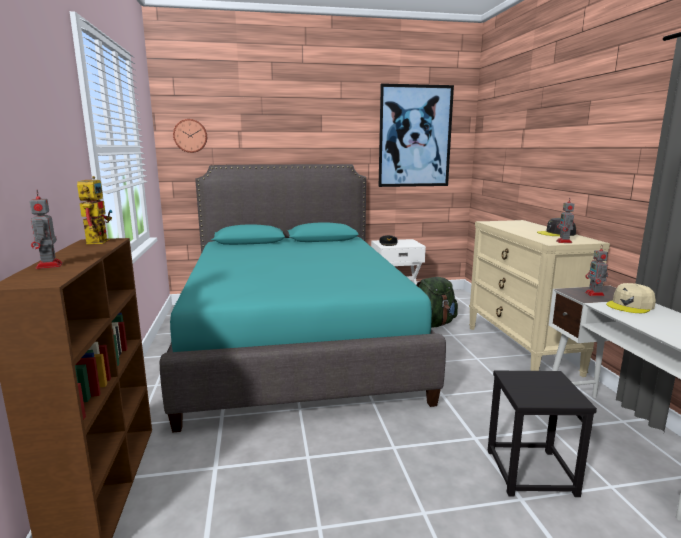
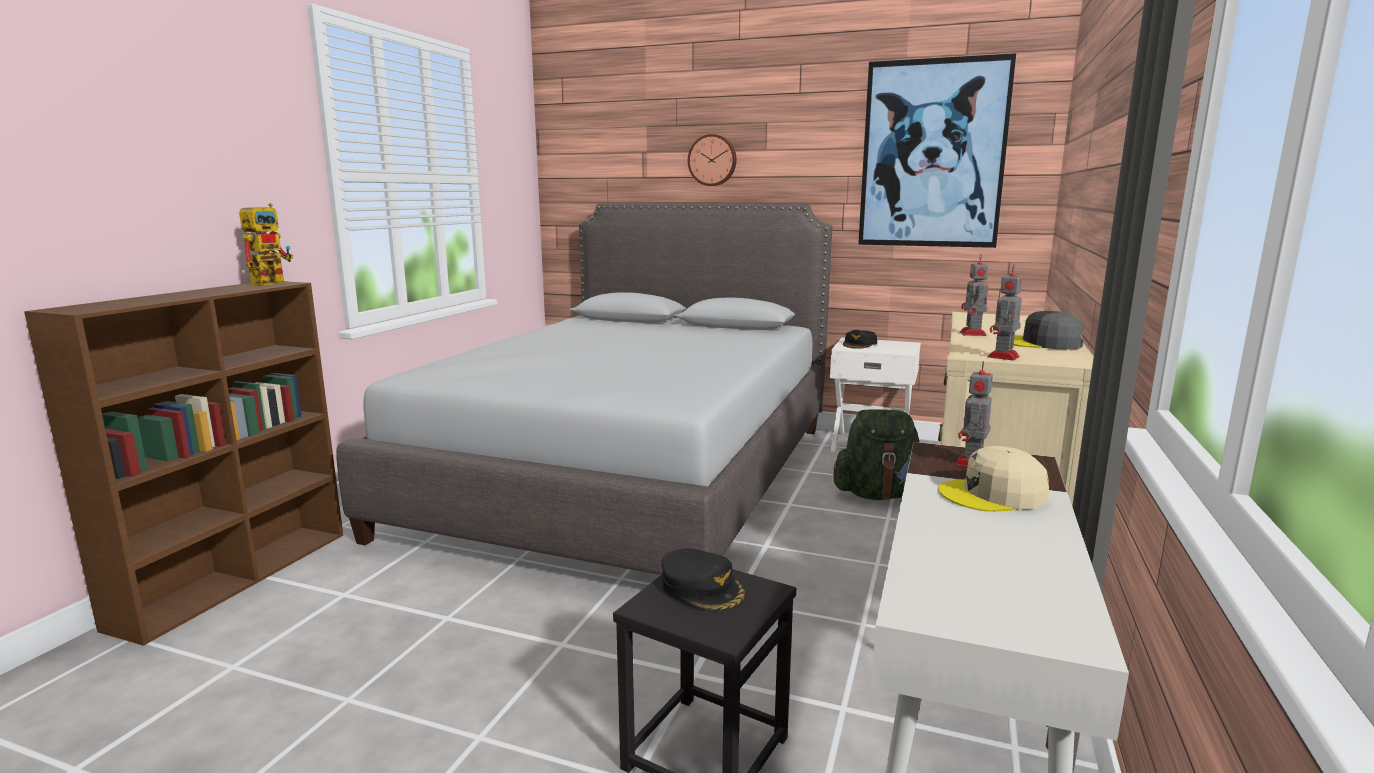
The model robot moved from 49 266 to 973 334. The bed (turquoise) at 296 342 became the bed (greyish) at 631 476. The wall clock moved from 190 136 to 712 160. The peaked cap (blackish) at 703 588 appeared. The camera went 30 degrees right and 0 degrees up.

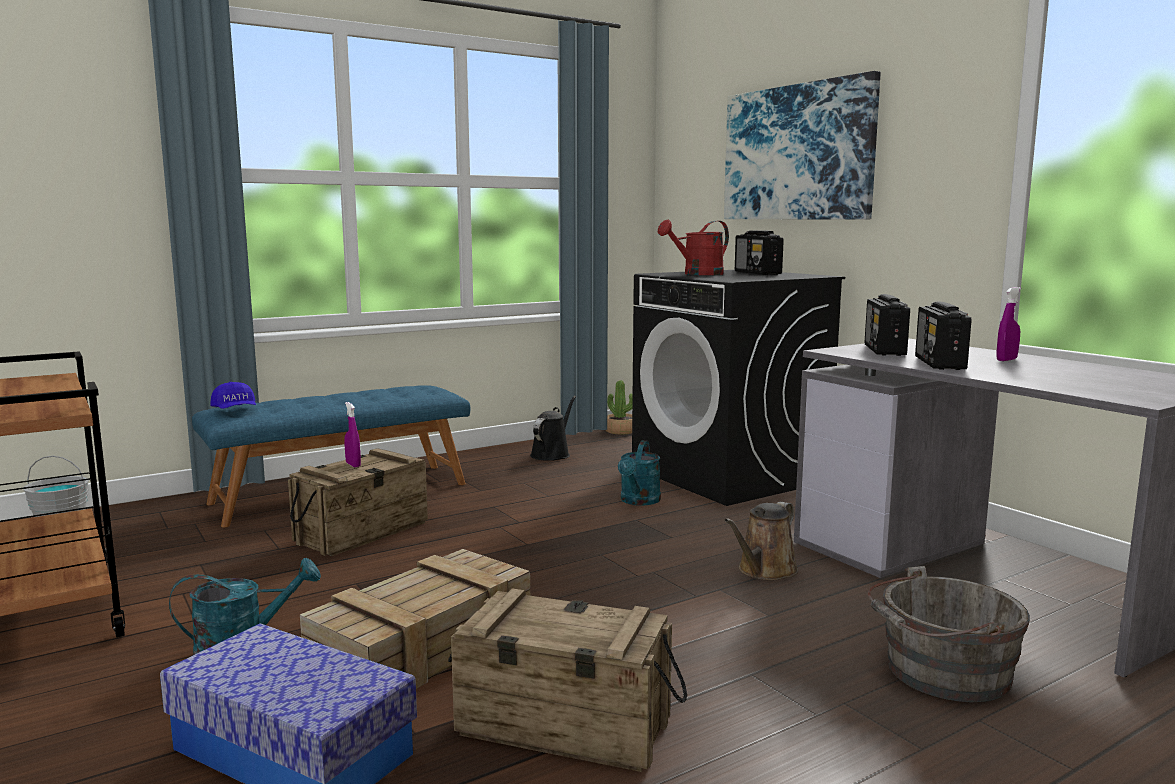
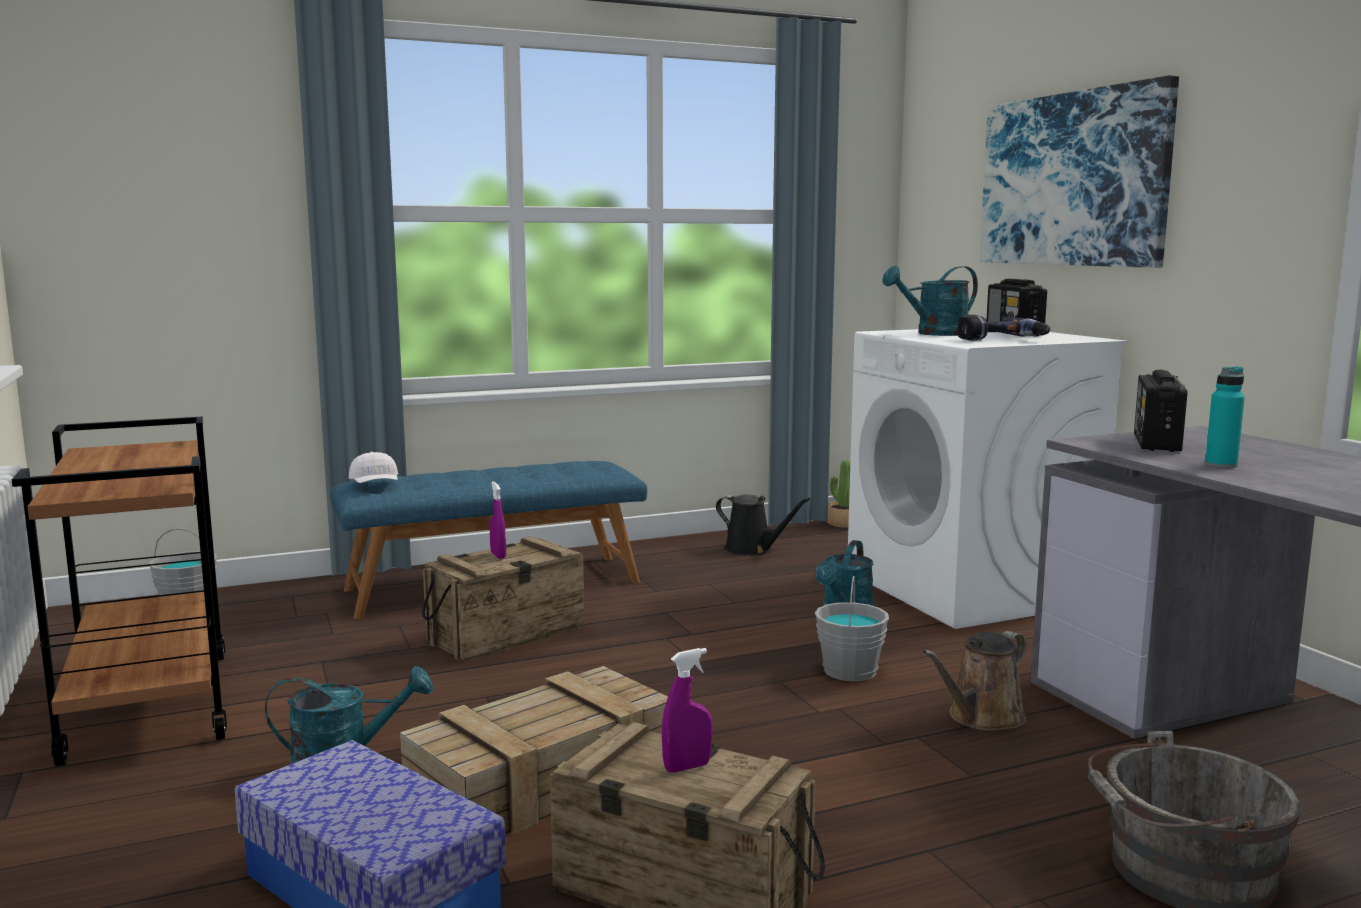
The peaked cap (blue-coloured) at 235 410 became the peaked cap (white) at 375 485. The sprinkling can (blackish) at 552 454 turned 90 degrees clockwise. The laundry appliance (blackish) at 730 475 became the laundry appliance (white) at 970 588. The sprinkling can (red-coloured) at 697 274 became the sprinkling can (turquoise) at 934 334. The radio receiver at 939 363 was replaced by the drink bottle (turquoise) at 1221 465. The sprayer (purplish) moved from 1006 360 to 687 767. The bucket (greyish) at 849 670 appeared. The electric drill at 1001 340 appeared. The camera went 10 degrees right and 0 degrees up.

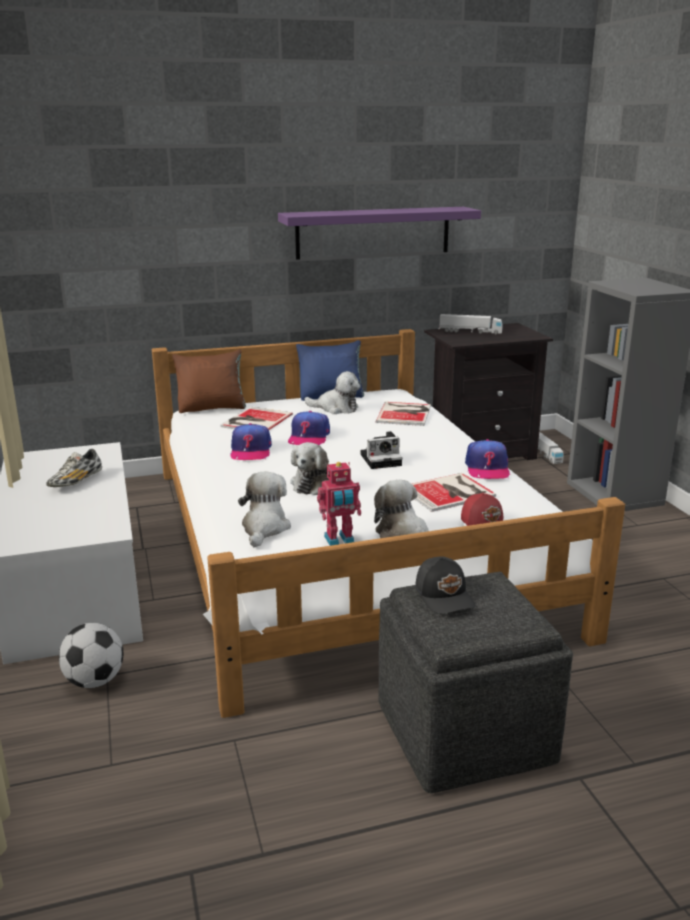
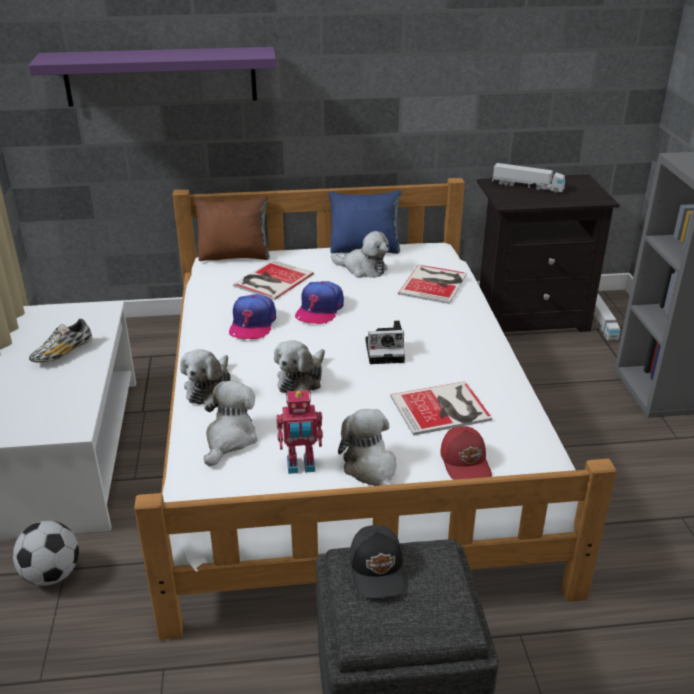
The shelf (purplish) moved from 373 232 to 160 76. The peaked cap at 487 468 disappeared. The soft toy at 209 388 appeared. The camera went 10 degrees right and 10 degrees up.

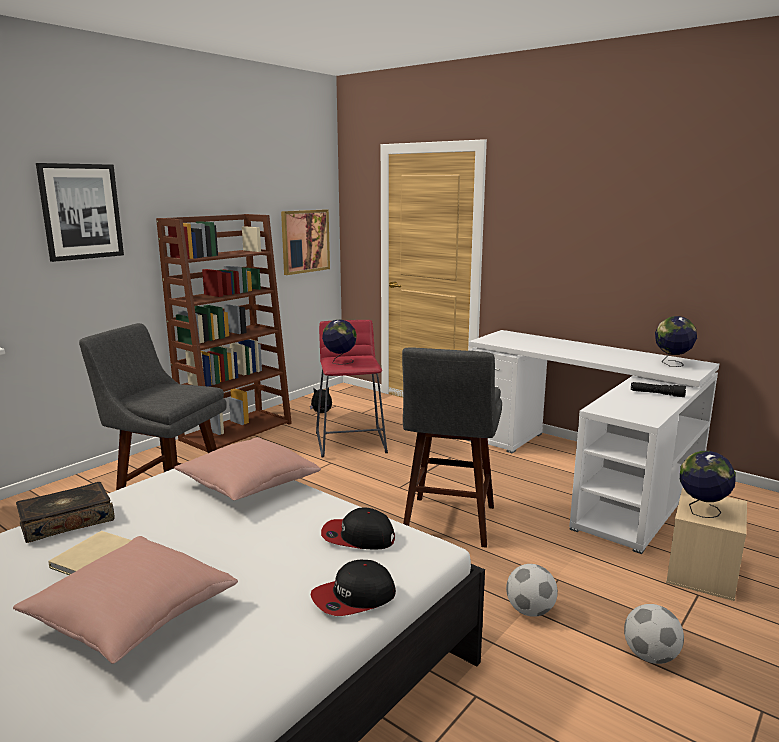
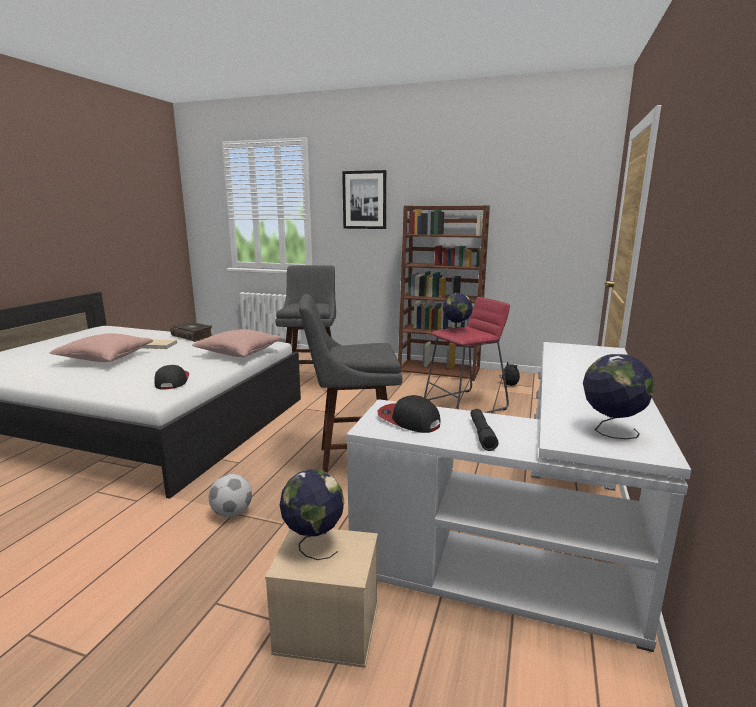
The wall art at 305 241 disappeared. The peaked cap moved from 354 598 to 408 420. The ball for football at 650 656 disappeared. The camera went 70 degrees right and 0 degrees up.

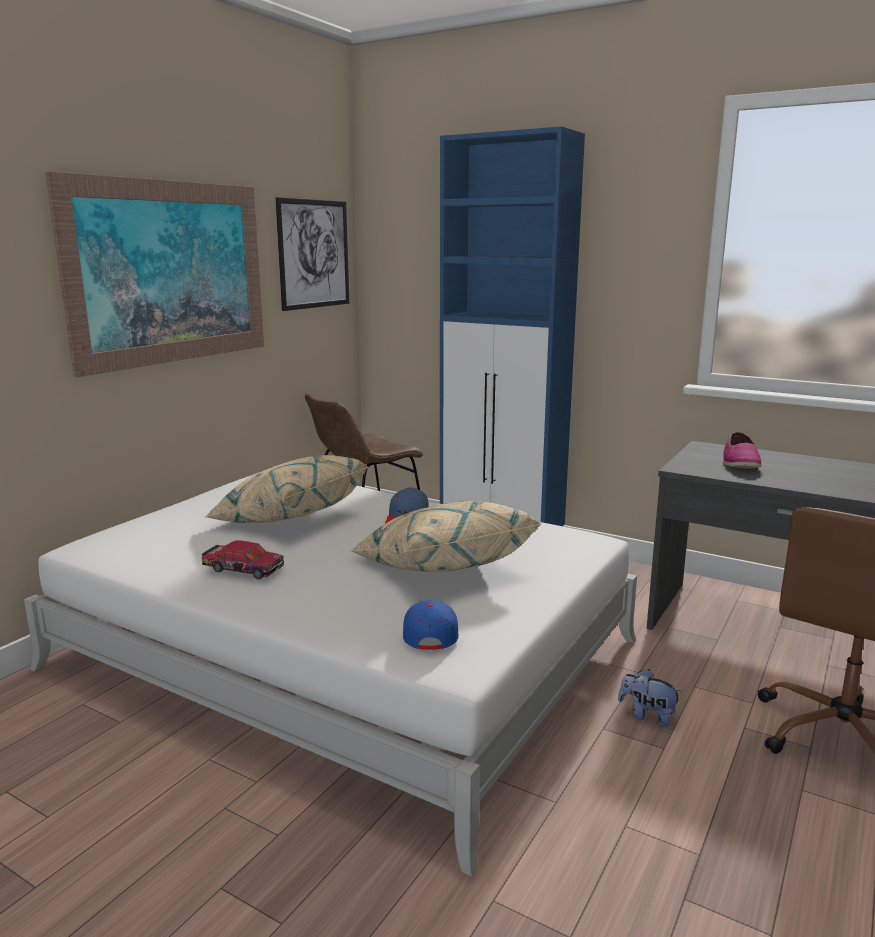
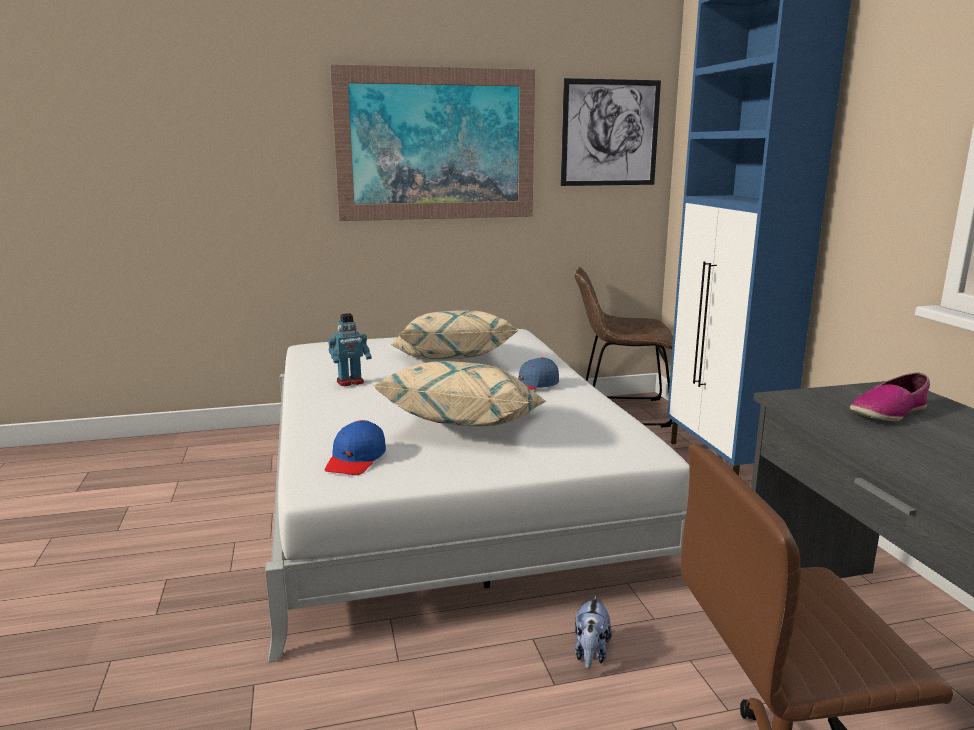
The toy car at 243 568 was replaced by the model robot at 350 382. The peaked cap (blue-coloured) at 430 633 turned 150 degrees clockwise. The soft toy at 647 716 turned 150 degrees counterclockwise. The camera went 45 degrees right and 0 degrees up.

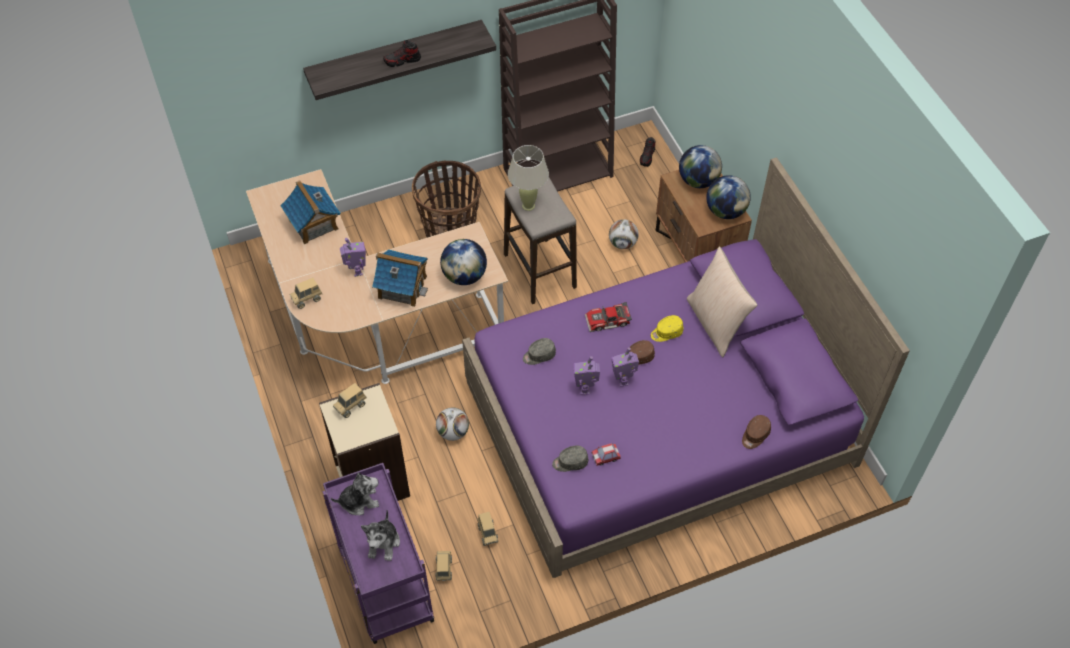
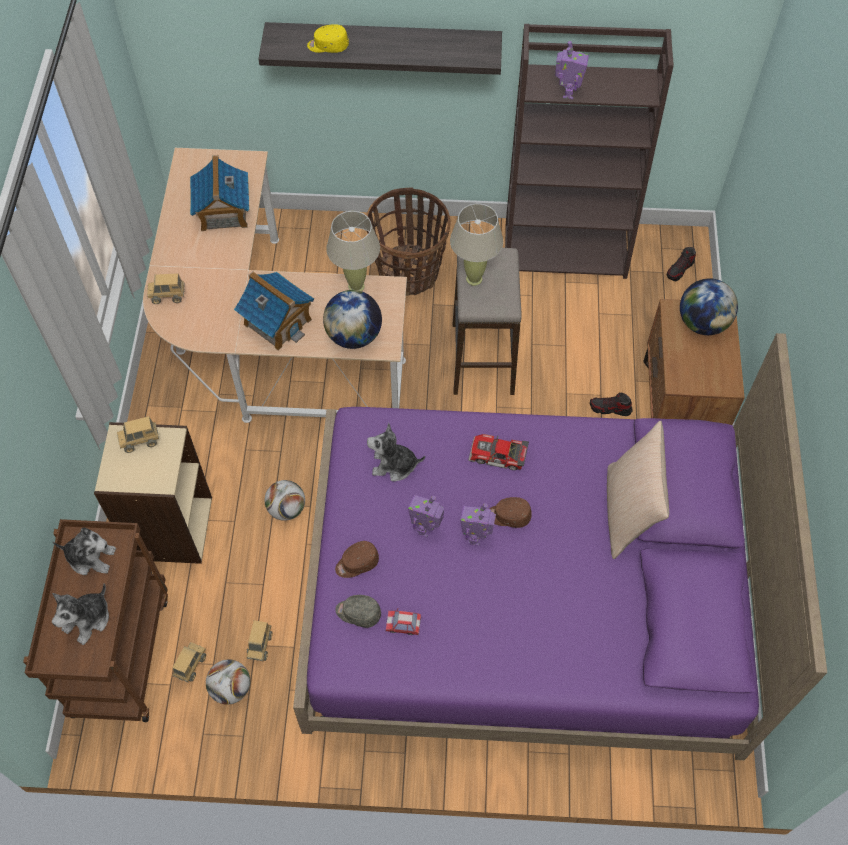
The trolley (purplish) at 384 583 became the trolley (brownish) at 120 652. The model robot moved from 356 271 to 567 92. The shoe moved from 402 60 to 610 408. The peaked cap (greyish) at 539 355 was replaced by the soft toy at 394 465. The ball for football moved from 622 243 to 231 688. The peaked cap (yellow-coloured) moved from 666 332 to 328 46. The world globe at 725 211 disappeared. The peaked cap (brownish) moved from 755 435 to 356 563. The lamp for a table (beige) at 356 286 appeared. The camera went 25 degrees right and 5 degrees up.

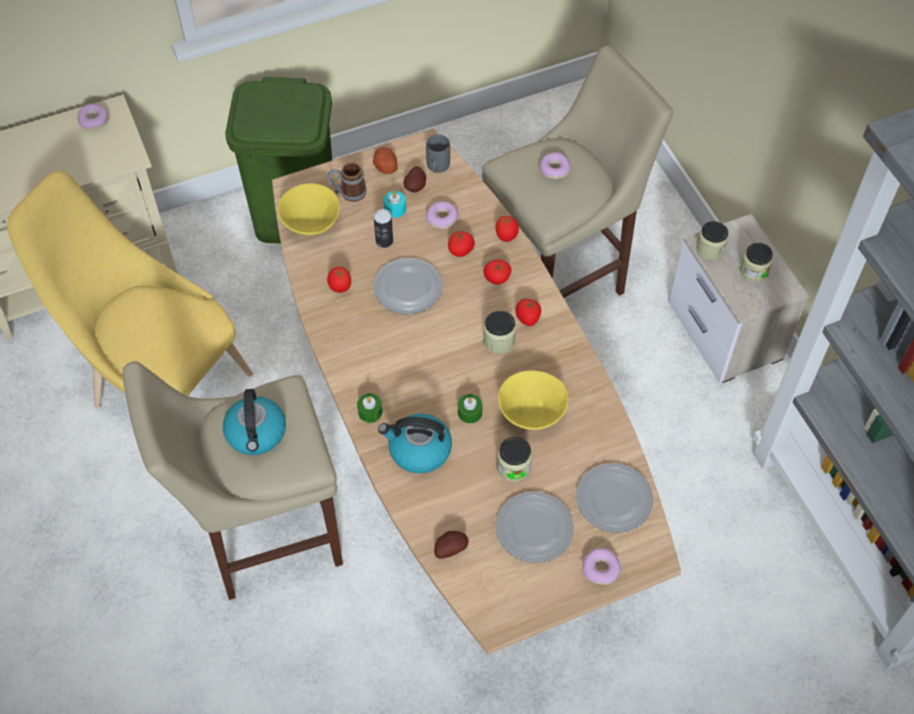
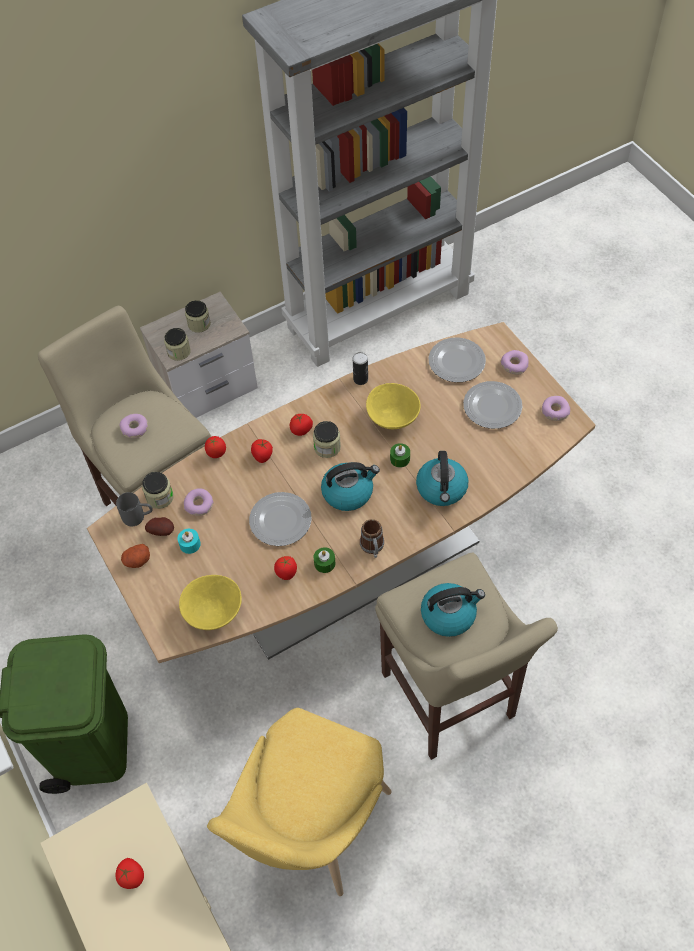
The donut moved from 94 120 to 554 411. The mug moved from 348 192 to 373 548. The wax candle (green) moved from 370 412 to 324 563. The sealed can moved from 384 241 to 360 379. The potato at 450 548 disappeared. The tomato moved from 461 250 to 131 876. The storage jar moved from 513 467 to 160 497. The water kettle at 348 492 appeared. The camera went 95 degrees left and 0 degrees up.

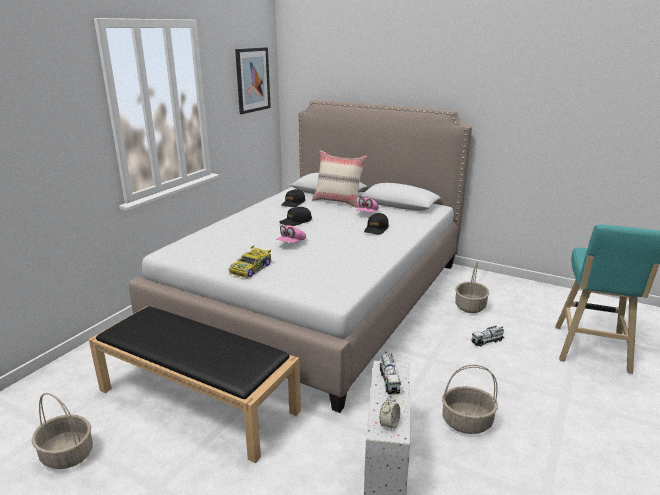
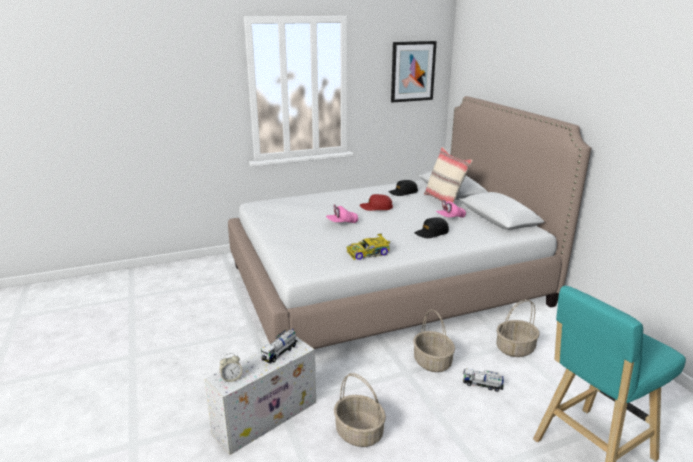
The storage basket moved from 66 454 to 432 362. The bench (blackish) at 199 400 disappeared. The toy car moved from 251 268 to 368 253. The peaked cap (blackish) at 295 221 became the peaked cap (red-coloured) at 376 207. The camera went 40 degrees right and 0 degrees up.

